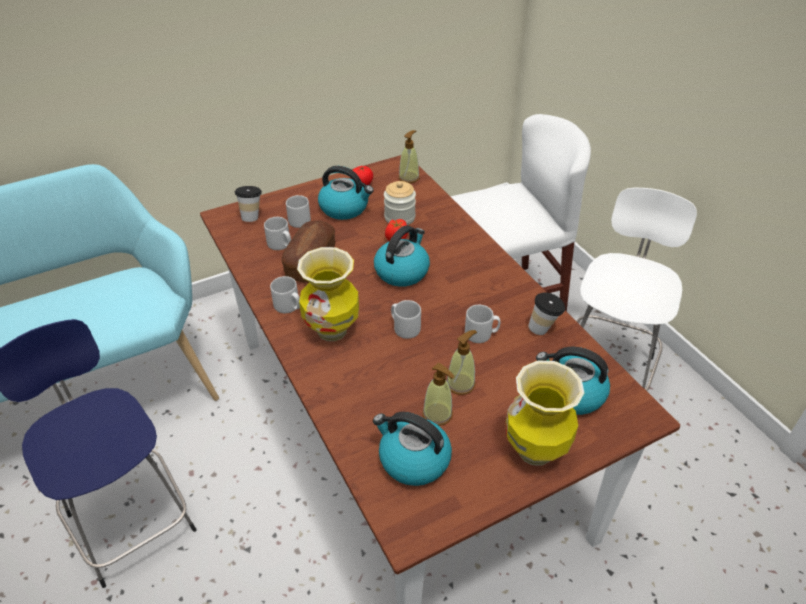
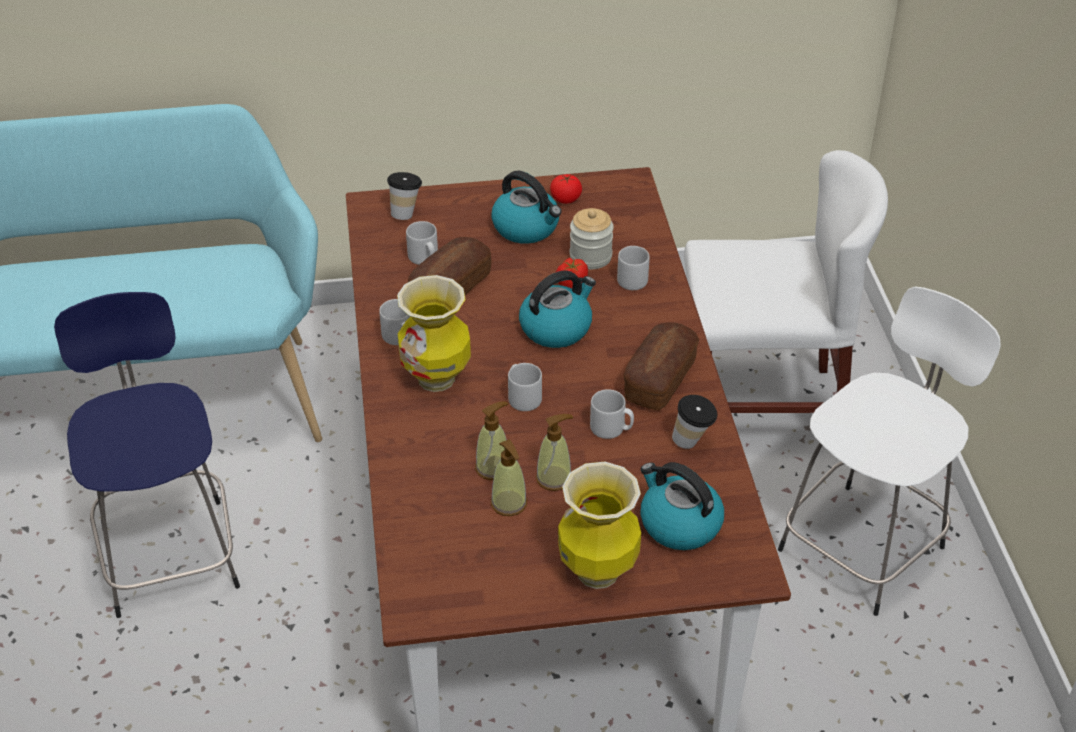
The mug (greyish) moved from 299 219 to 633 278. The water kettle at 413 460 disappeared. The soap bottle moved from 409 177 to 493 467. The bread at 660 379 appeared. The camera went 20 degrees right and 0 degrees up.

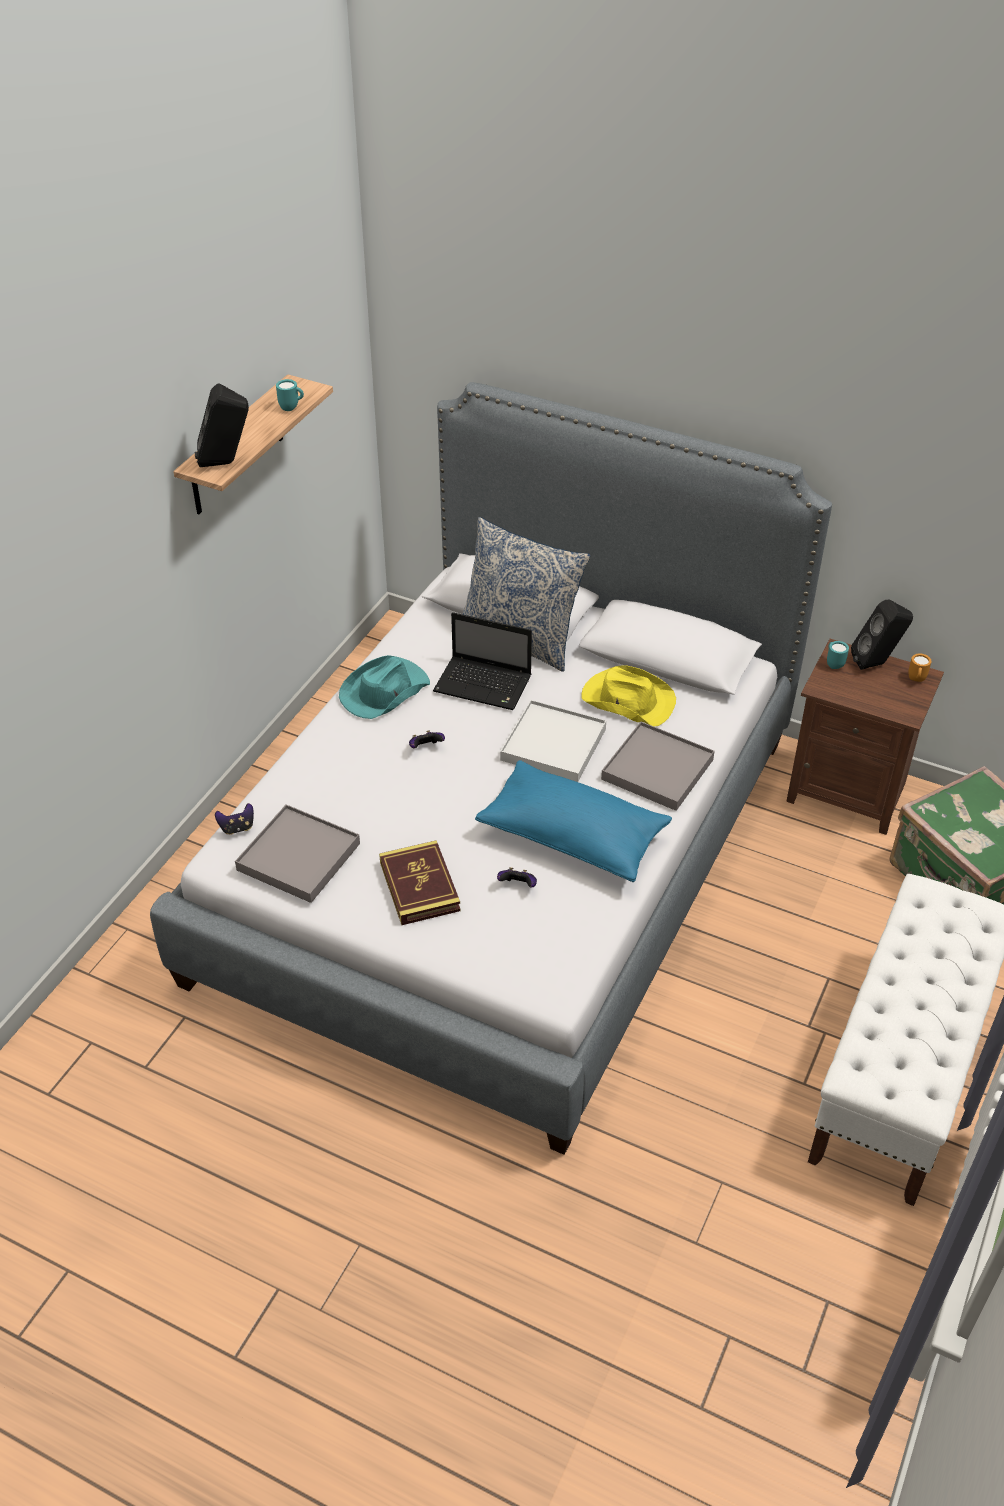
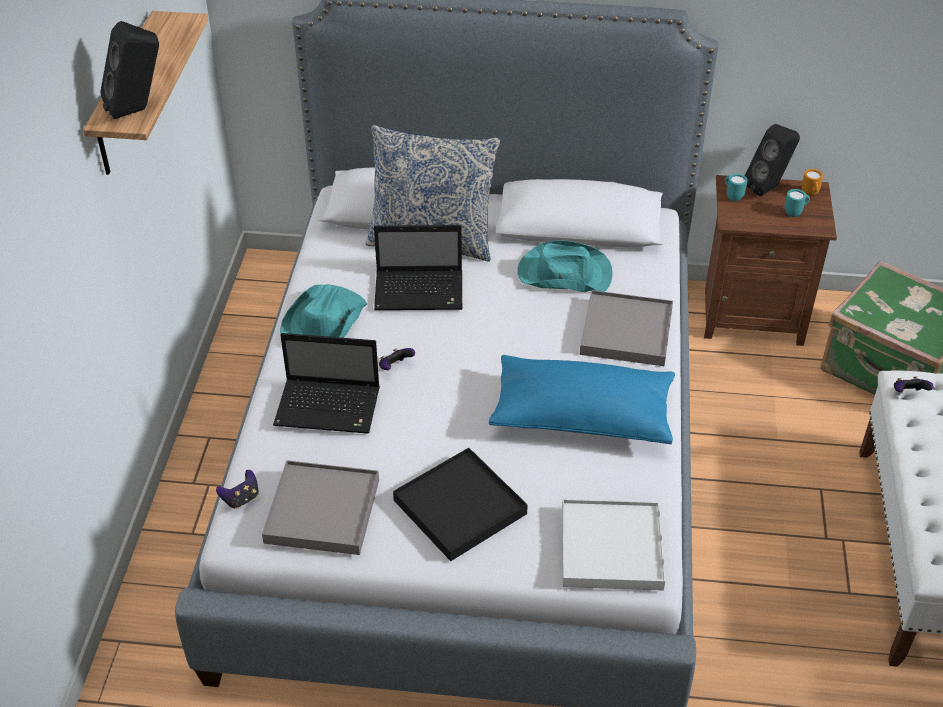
The mug (turquoise) moved from 292 408 to 795 213. The book at 419 886 was replaced by the serving tray (blackish) at 460 507. The game controller moved from 518 886 to 908 393. The serving tray (white) moved from 553 745 to 611 548. The clothing hat (yellow-coloured) at 627 700 became the clothing hat (turquoise) at 563 273. The notebook computer at 330 407 appeared. The camera went 20 degrees left and 0 degrees up.

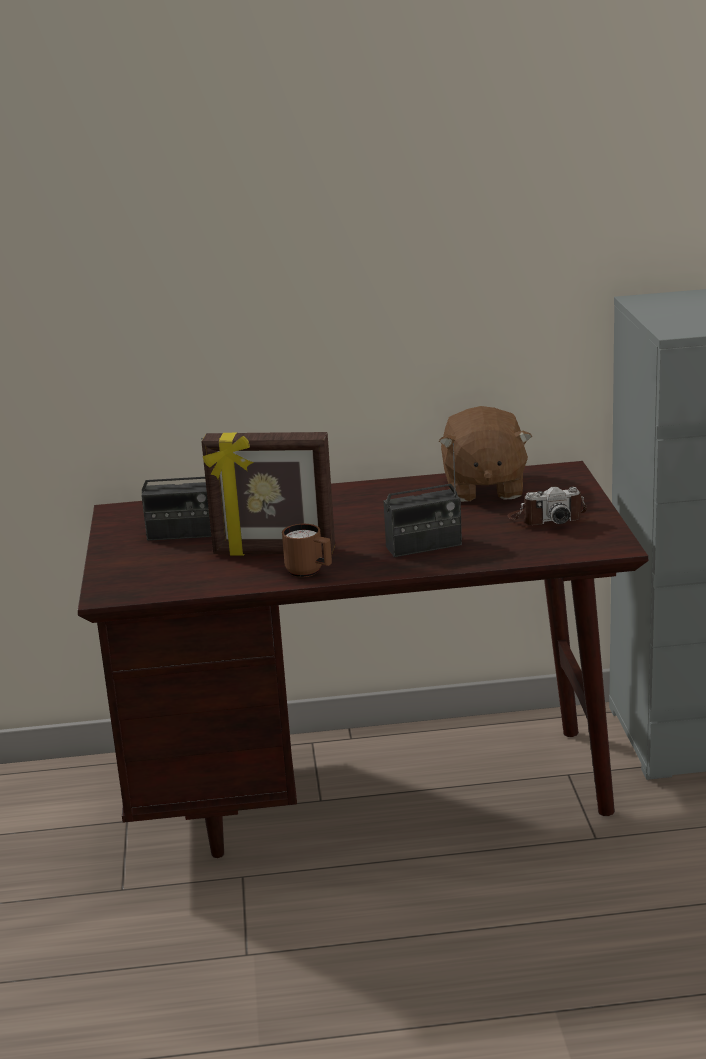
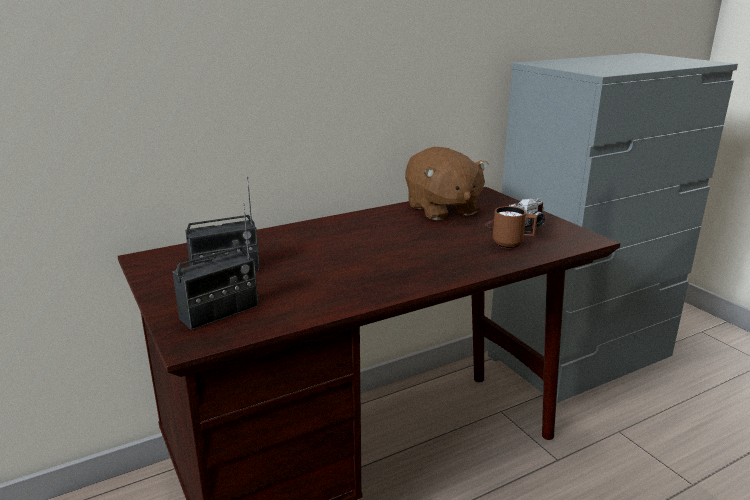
The photo frame at 274 552 disappeared. The mug (brownish) moved from 309 572 to 512 244. The radio receiver moved from 424 546 to 219 312. The camera went 25 degrees left and 0 degrees up.

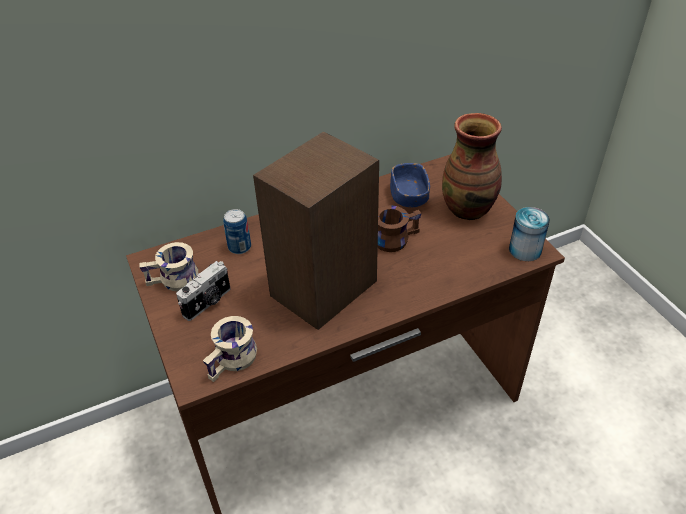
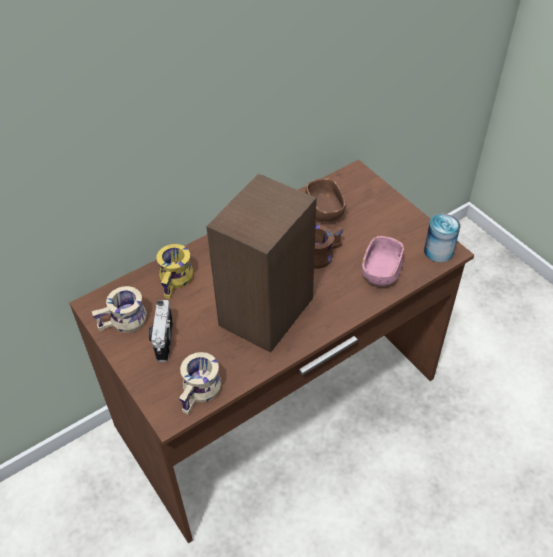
The still camera at 208 302 turned 150 degrees clockwise. The sealed can at 239 247 was replaced by the mug (yellow-coloured) at 177 281. The bowl (blue-coloured) at 409 197 became the bowl (brownish) at 324 211. The flower vase at 468 209 disappeared. The bowl (pinkish) at 381 272 appeared. The camera went 10 degrees left and 5 degrees up.

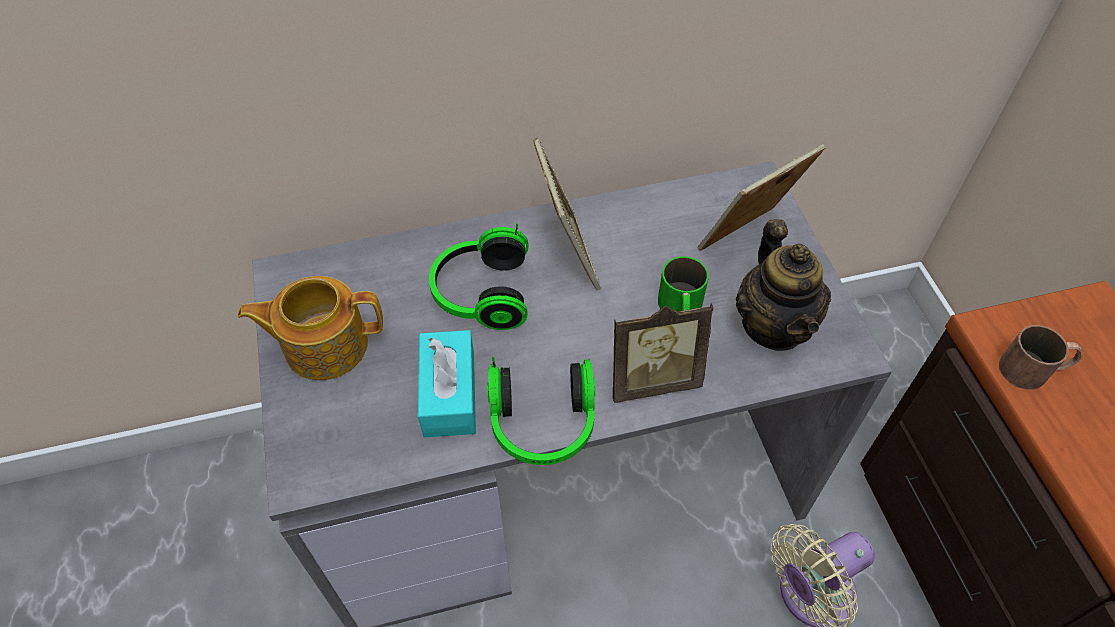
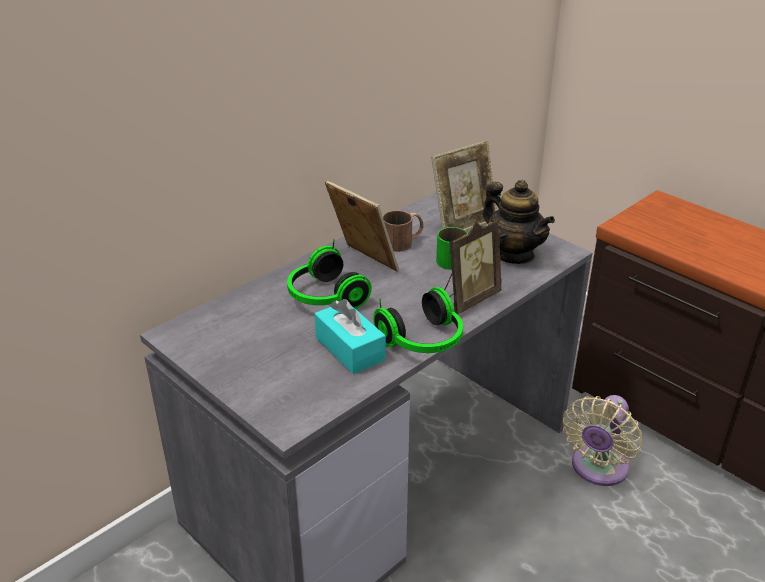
The tea pot at 324 344 disappeared. The photo frame at 747 239 turned 150 degrees counterclockwise. The mug (brownish) moved from 1034 369 to 403 241. The camera went 30 degrees left and 20 degrees down.

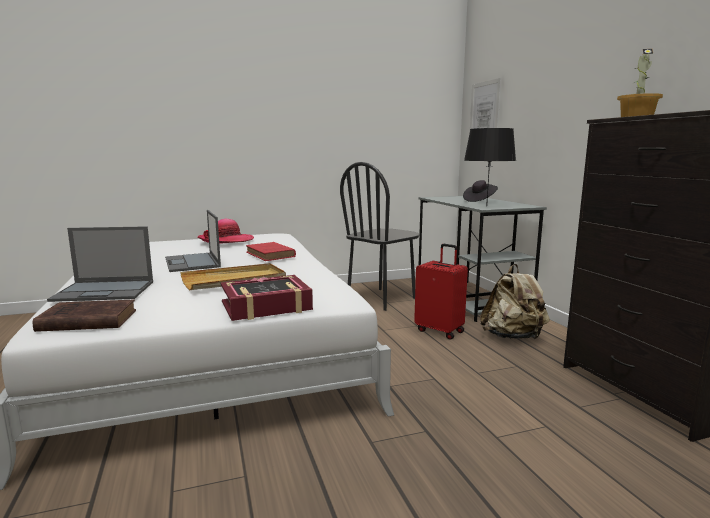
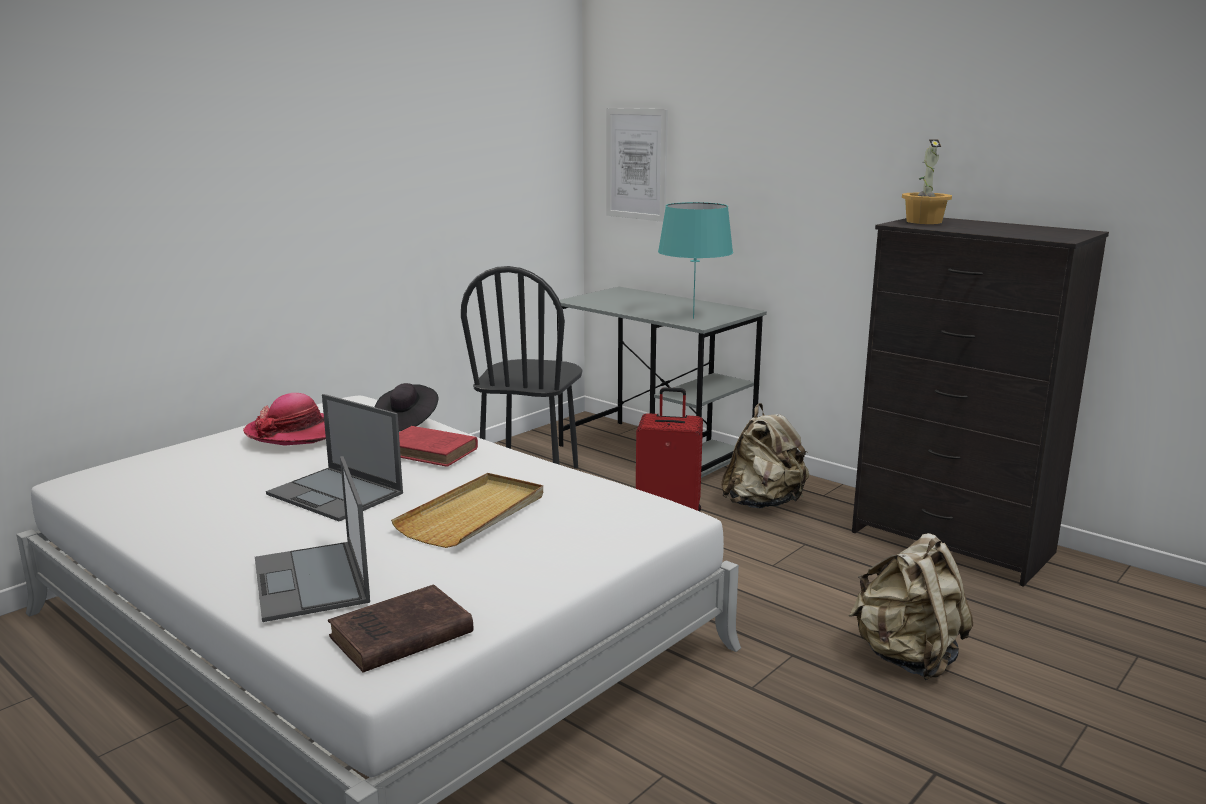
The notebook computer at 105 291 turned 105 degrees clockwise. The book at 266 306 disappeared. The clothing hat (blackish) moved from 479 200 to 406 422. The lamp for a table (blackish) at 486 206 became the lamp for a table (turquoise) at 693 318. The knapsack (beige) at 907 657 appeared. The camera went 30 degrees left and 5 degrees up.

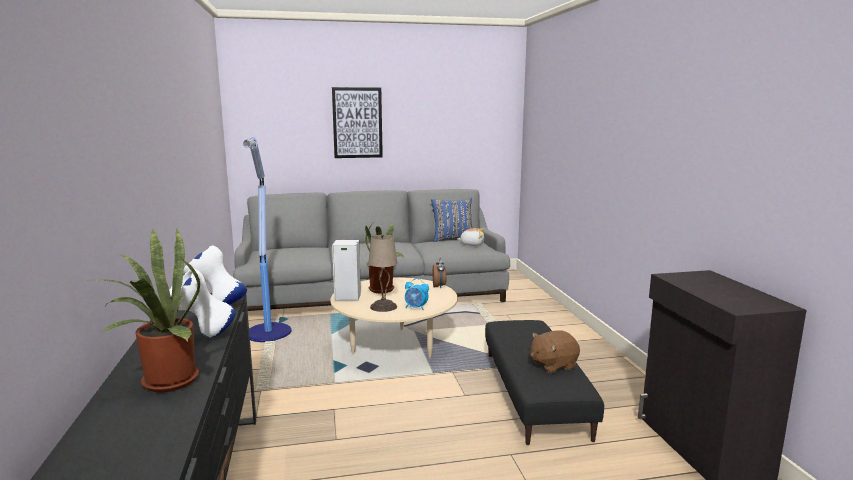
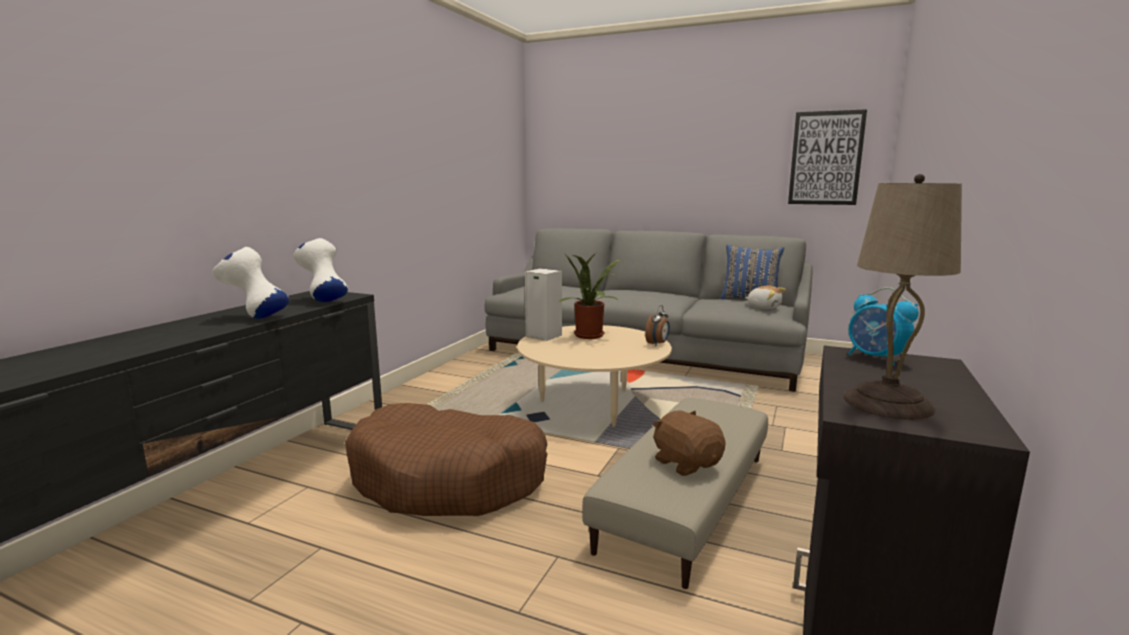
The houseplant at 164 382 disappeared. The standing lamp at 268 333 disappeared. The wall art moved from 357 123 to 826 158. The lamp for a table (beige) moved from 383 307 to 887 403. The alarm clock moved from 416 308 to 876 358. The footrest (blackish) at 534 392 became the footrest (beige) at 687 501. The soft toy (brownish) at 553 365 turned 45 degrees clockwise. The pet bed (brownish) at 449 479 appeared. The camera went 35 degrees right and 0 degrees up.

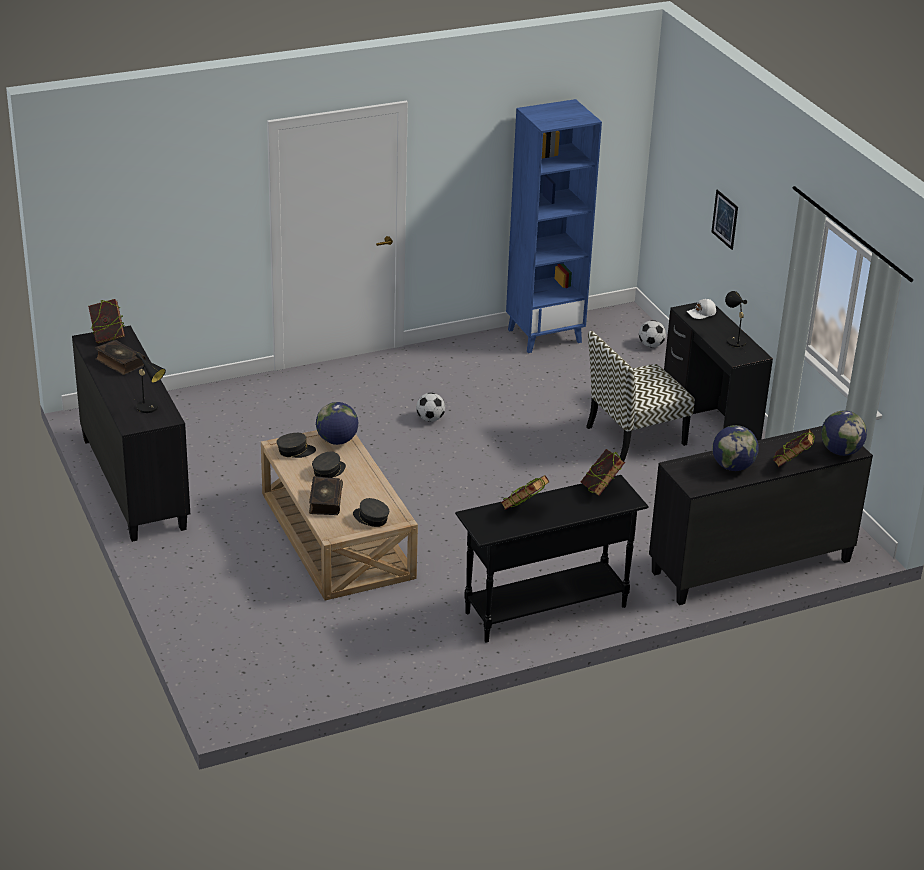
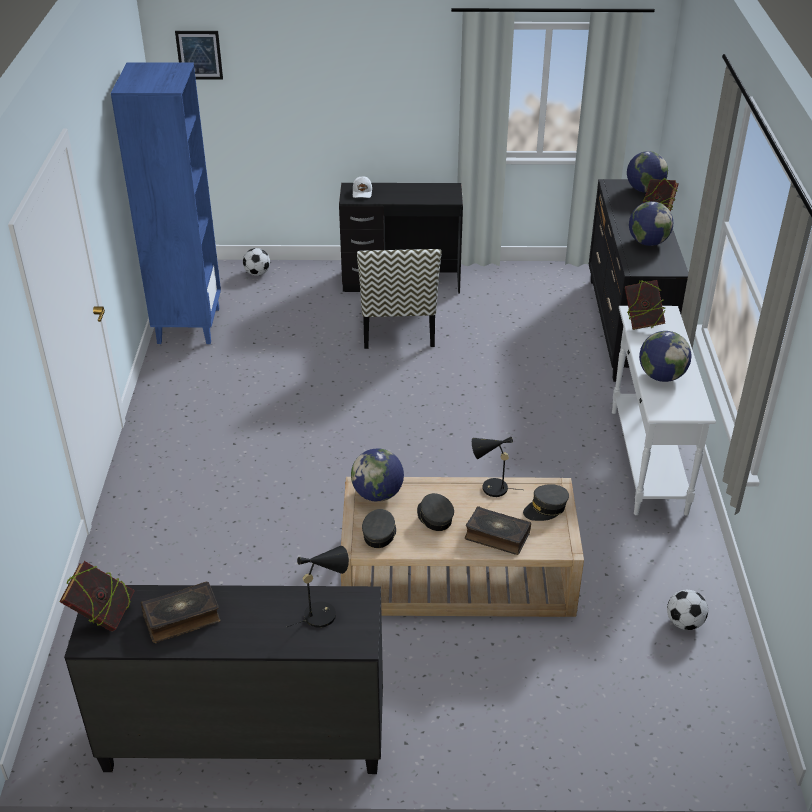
The ball for football moved from 430 419 to 684 622. The console table (blackish) at 545 609 became the console table (white) at 647 461. The book at 523 510 was replaced by the world globe at 661 376. The wall art moved from 725 219 to 199 55. The lamp for a table (blackish) moved from 734 340 to 490 488. The camera went 65 degrees left and 5 degrees up.

